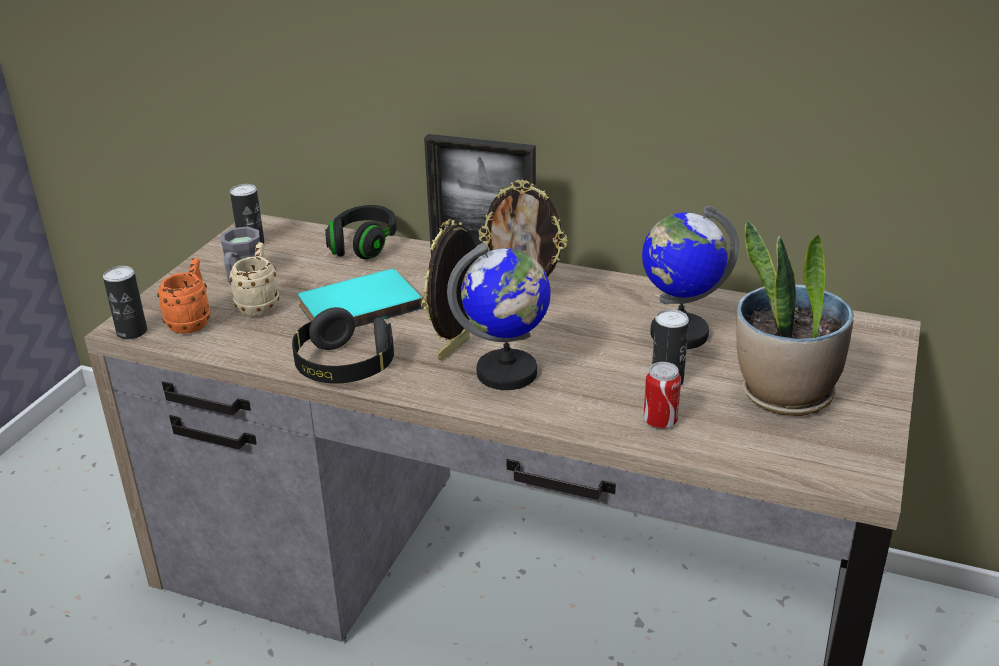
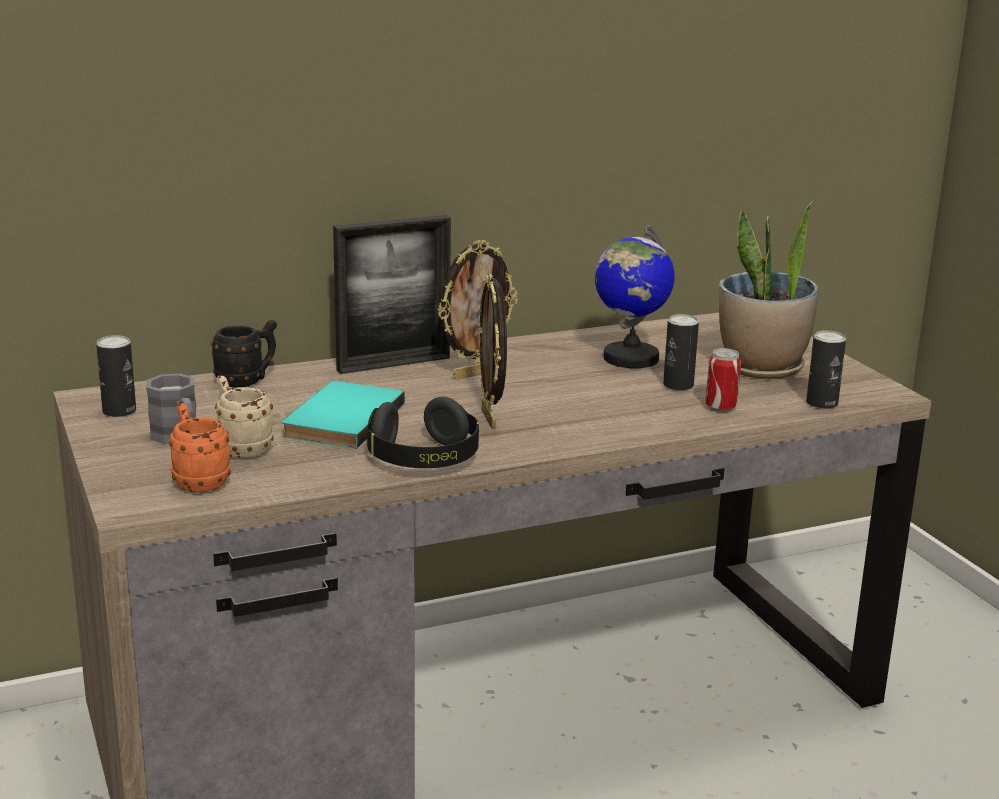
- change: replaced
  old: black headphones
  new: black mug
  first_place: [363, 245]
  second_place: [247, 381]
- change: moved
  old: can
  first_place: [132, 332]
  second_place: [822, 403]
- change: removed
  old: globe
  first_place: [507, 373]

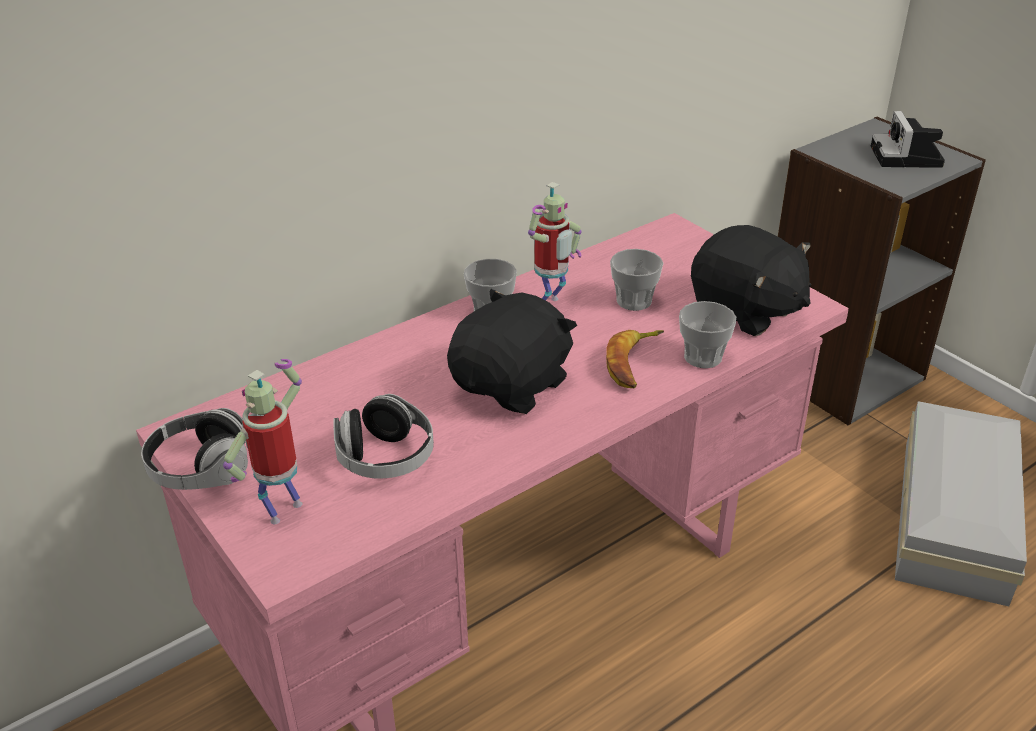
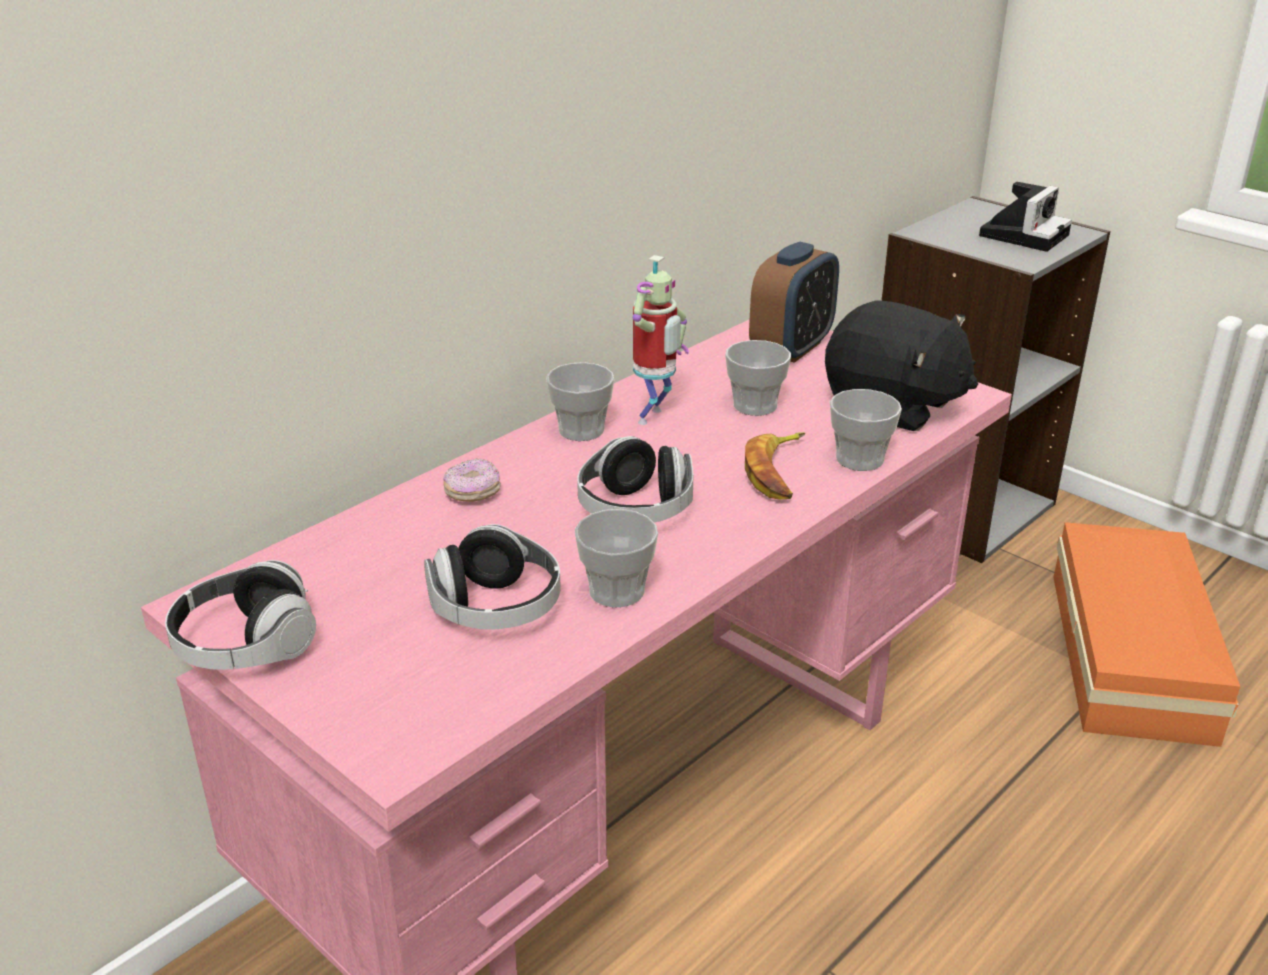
- change: added
  new: donut
  second_place: [473, 493]
- change: added
  new: cup
  second_place: [616, 591]
- change: replaced
  old: black plush toy
  new: headphones
  first_place: [513, 385]
  second_place: [635, 510]
- change: added
  new: alarm clock
  second_place: [791, 348]
- change: turned
  old: photo camera
  first_place: [907, 158]
  second_place: [1024, 234]
  degrees: -135
- change: recoloured
  old: white storage box
  new: orange storage box
  first_place: [956, 516]
  second_place: [1132, 652]
- change: removed
  old: toy robot
  first_place: [283, 509]

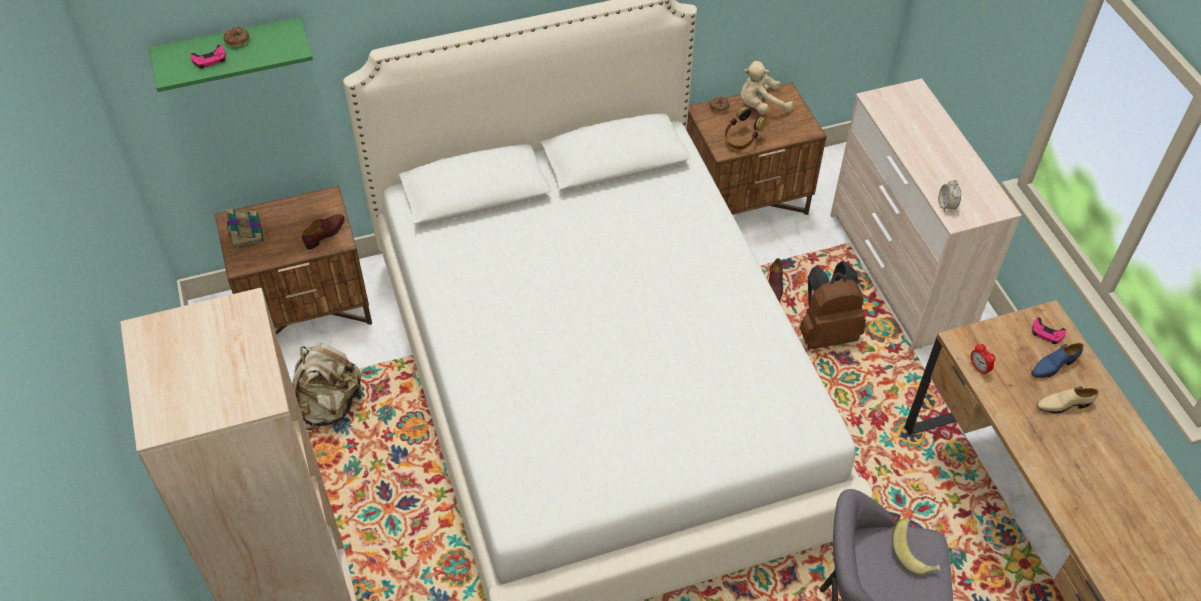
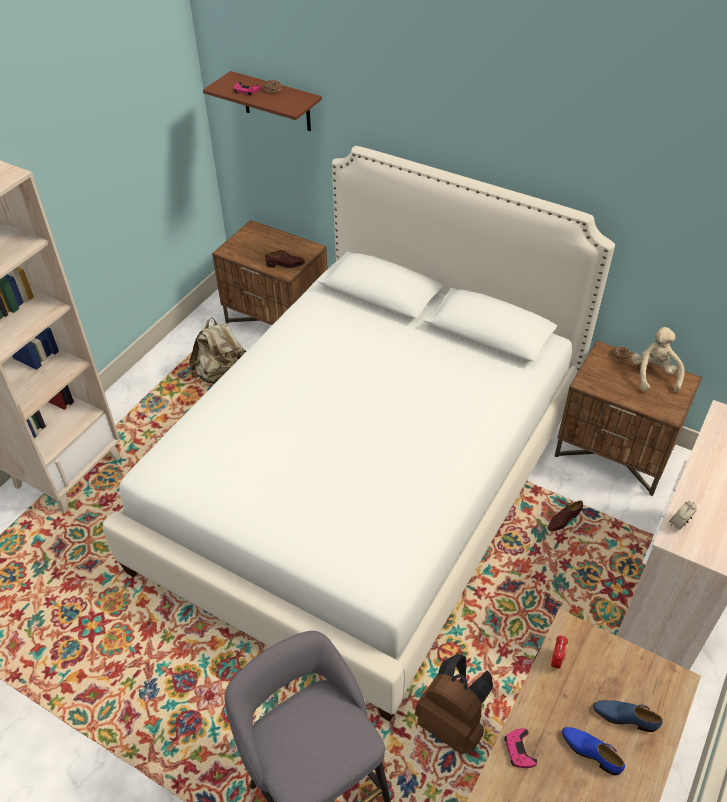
- change: recoloured
  old: green shelf
  new: brown shelf
  first_place: [231, 53]
  second_place: [276, 102]
- change: moved
  old: brown backpack
  first_place: [826, 332]
  second_place: [453, 723]
- change: moved
  old: pink game controller
  first_place: [1047, 333]
  second_place: [519, 750]
- change: recoloured
  old: beige shoe
  new: blue shoe
  first_place: [1063, 404]
  second_place: [591, 752]
- change: turned
  old: beige plush toy
  first_place: [760, 106]
  second_place: [653, 375]
  degrees: 60
- change: removed
  old: book
  first_place: [245, 232]
- change: removed
  old: headphones
  first_place: [741, 140]
- change: removed
  old: banana
  first_place: [913, 555]

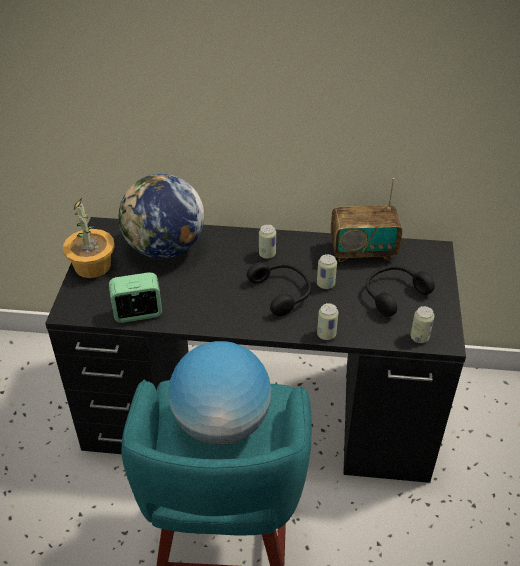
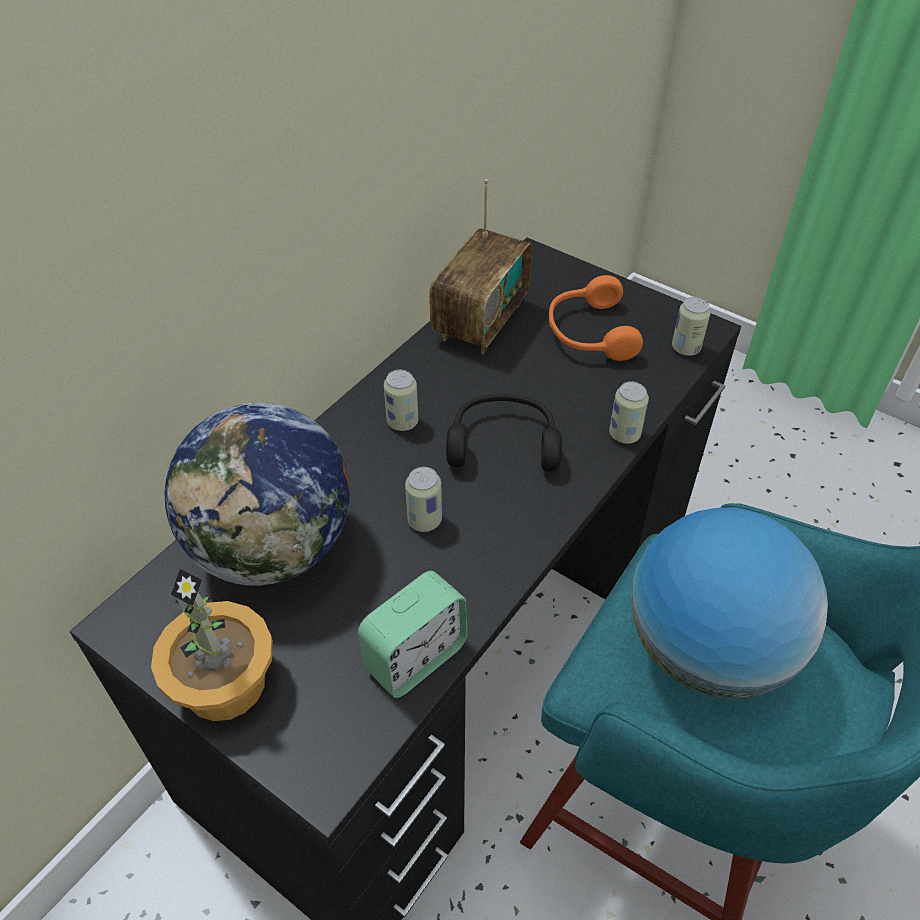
- change: turned
  old: alarm clock
  first_place: [138, 313]
  second_place: [416, 657]
  degrees: -150
- change: moved
  old: can
  first_place: [325, 284]
  second_place: [424, 520]
- change: recoloured
  old: black headphones
  new: orange headphones
  first_place: [393, 294]
  second_place: [588, 333]

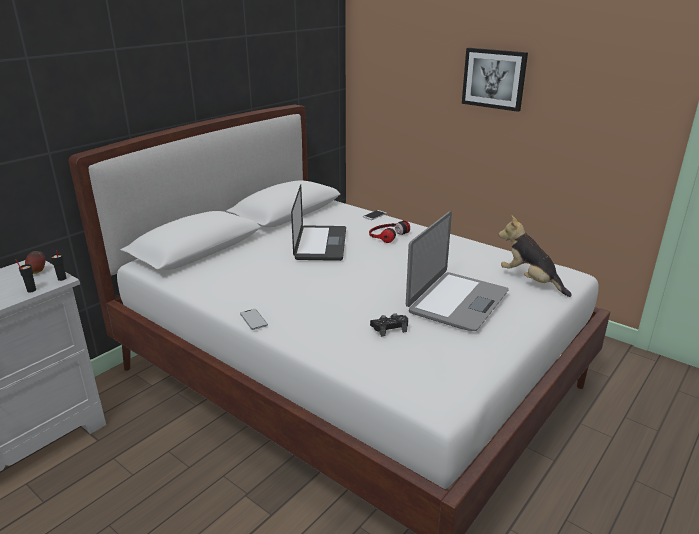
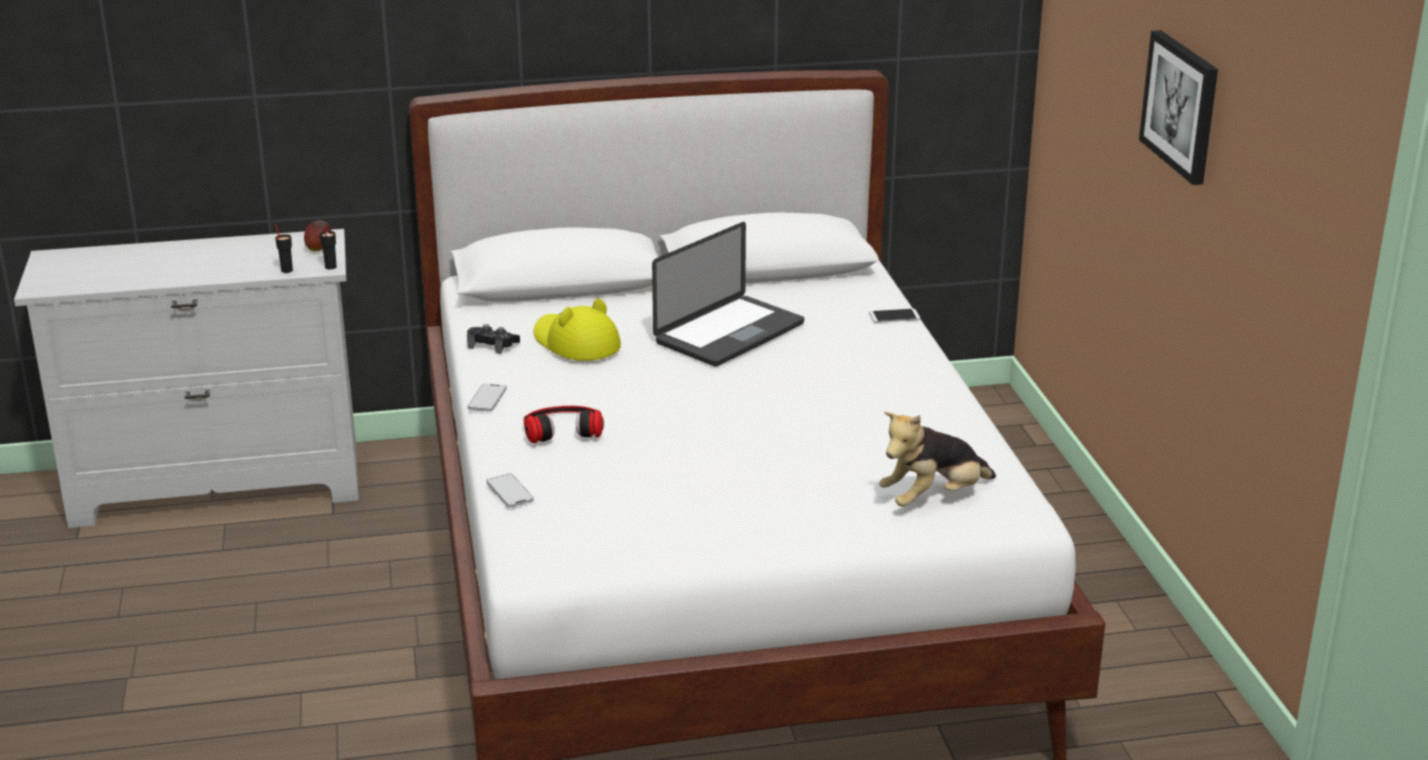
- change: moved
  old: black game controller
  first_place: [389, 328]
  second_place: [492, 345]
- change: added
  new: phone
  second_place: [510, 492]
- change: moved
  old: headphones
  first_place: [387, 235]
  second_place: [562, 428]
- change: added
  new: yellow hat
  second_place: [575, 343]
- change: turned
  old: plush toy
  first_place: [530, 281]
  second_place: [933, 498]
  degrees: -120
- change: removed
  old: laptop
  first_place: [456, 301]

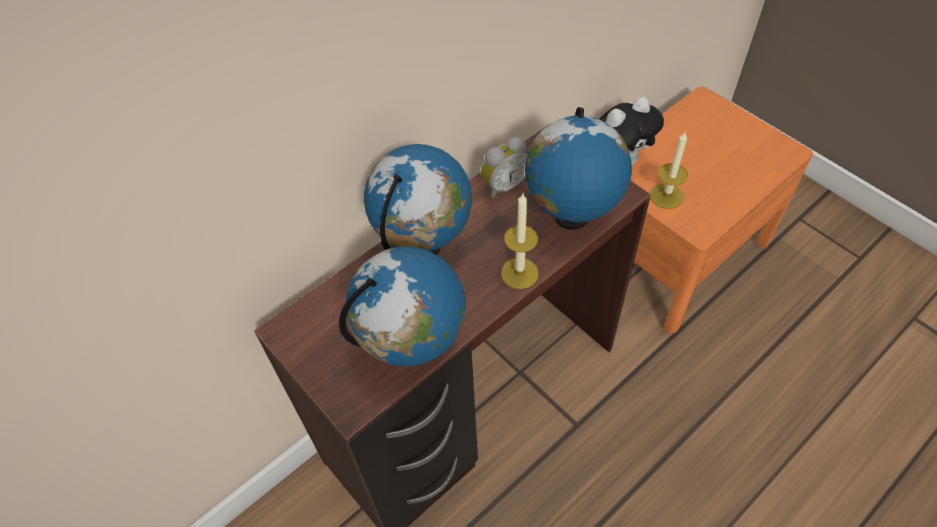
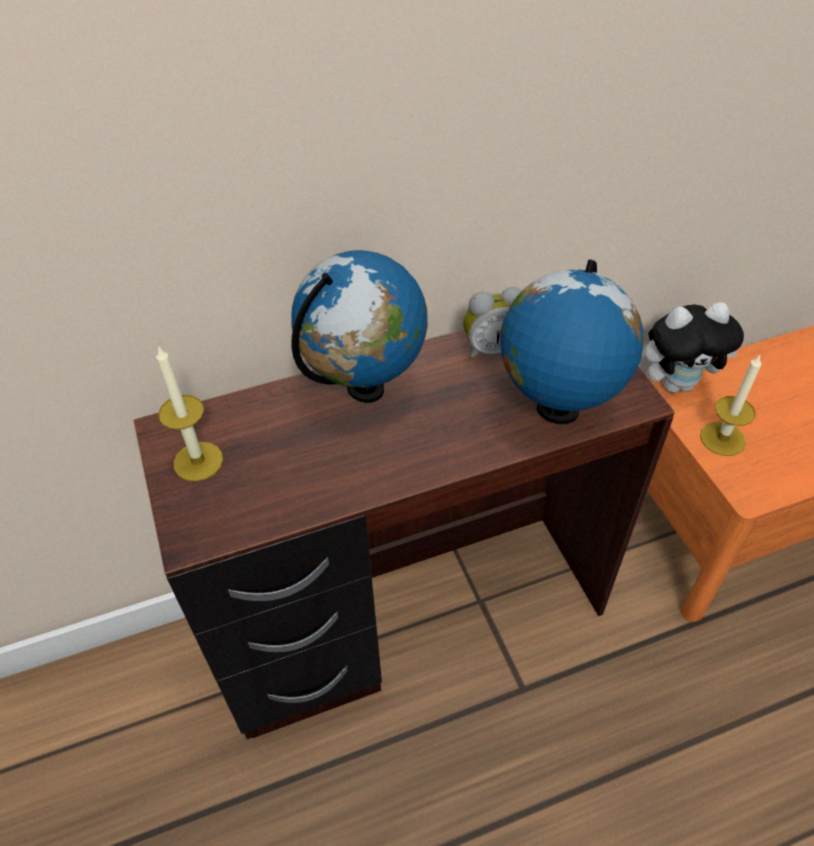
- change: moved
  old: candle
  first_place: [519, 273]
  second_place: [198, 461]
- change: removed
  old: globe
  first_place: [414, 349]

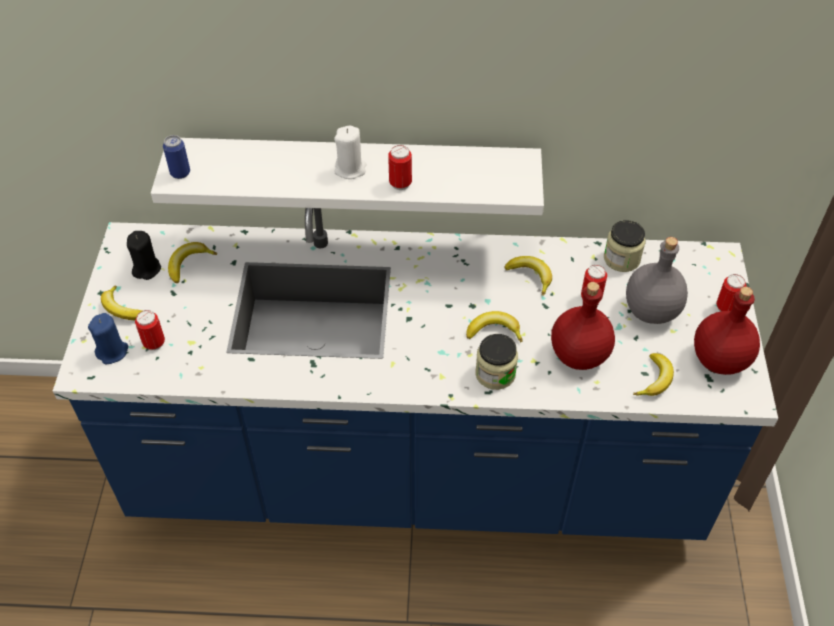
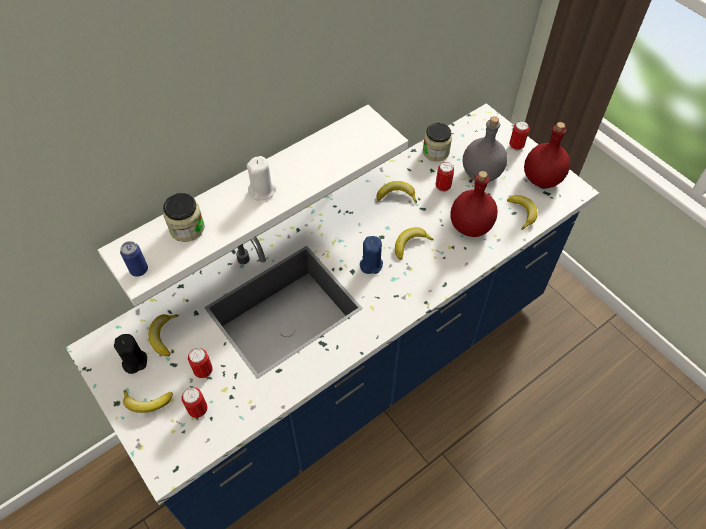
- change: moved
  old: jar
  first_place: [495, 374]
  second_place: [187, 228]
- change: moved
  old: can
  first_place: [400, 184]
  second_place: [203, 371]
- change: moved
  old: blue candle
  first_place: [112, 351]
  second_place: [371, 264]

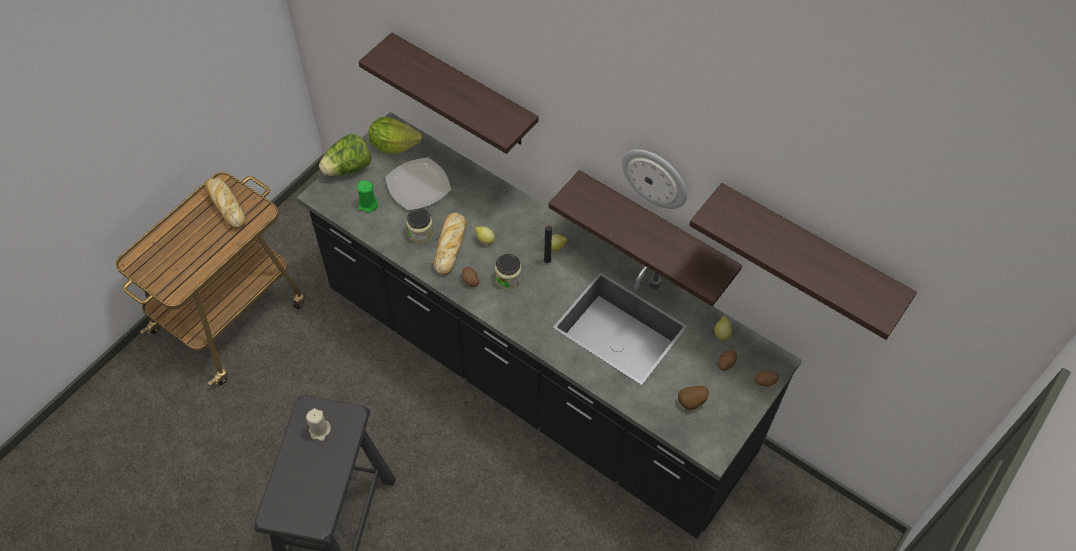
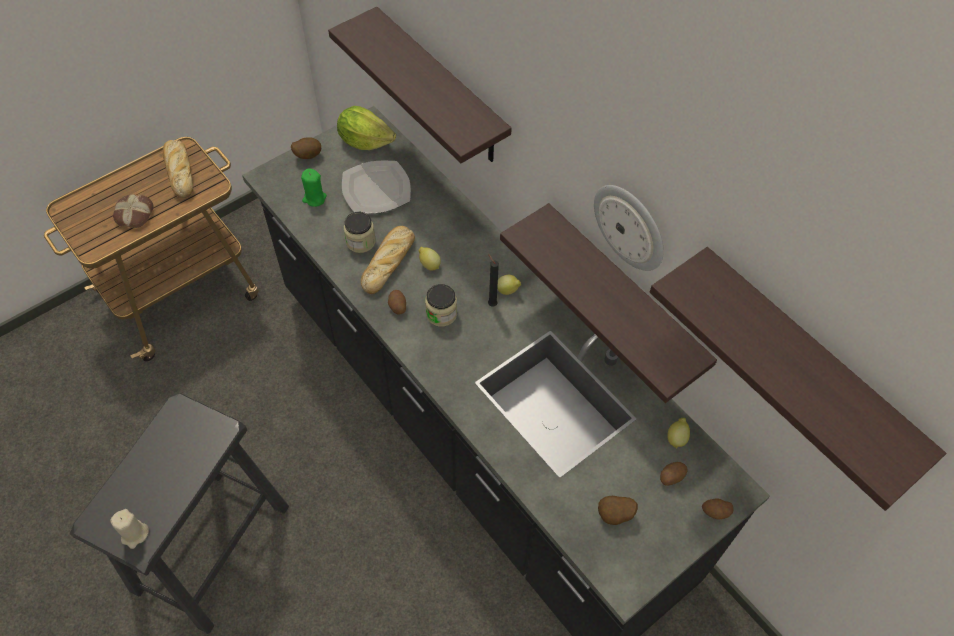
- change: moved
  old: beige candle
  first_place: [320, 430]
  second_place: [134, 534]
- change: added
  new: bread
  second_place: [134, 214]
- change: replaced
  old: lettuce
  new: potato
  first_place: [348, 168]
  second_place: [307, 155]

